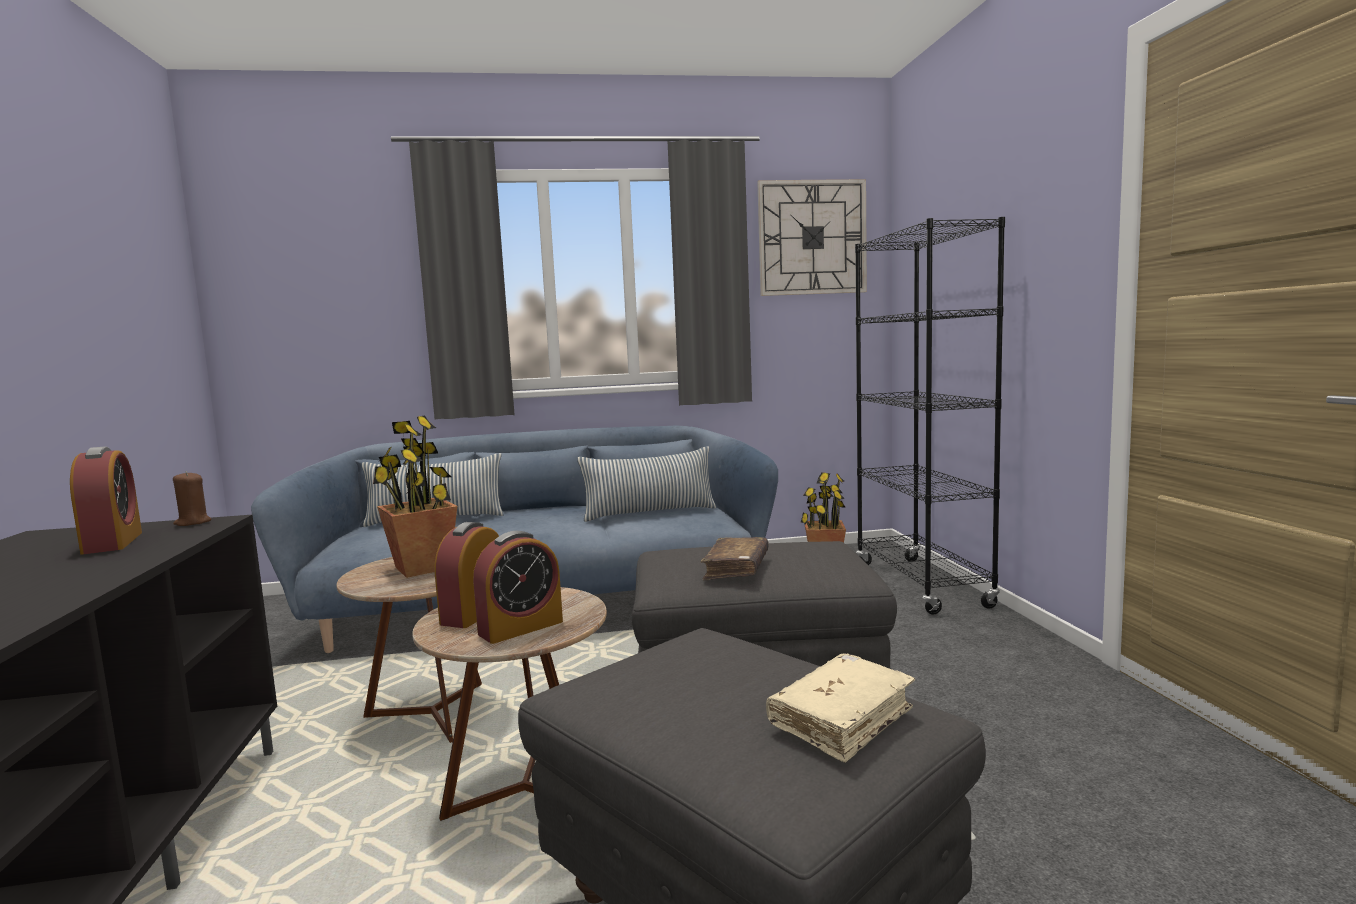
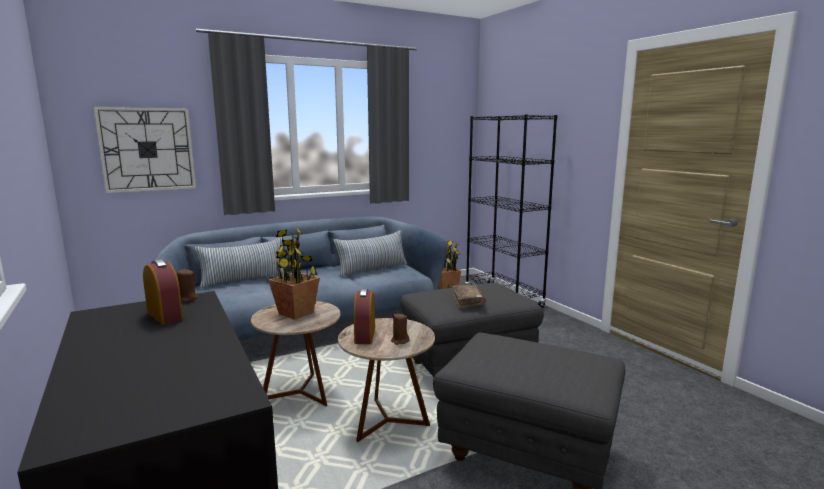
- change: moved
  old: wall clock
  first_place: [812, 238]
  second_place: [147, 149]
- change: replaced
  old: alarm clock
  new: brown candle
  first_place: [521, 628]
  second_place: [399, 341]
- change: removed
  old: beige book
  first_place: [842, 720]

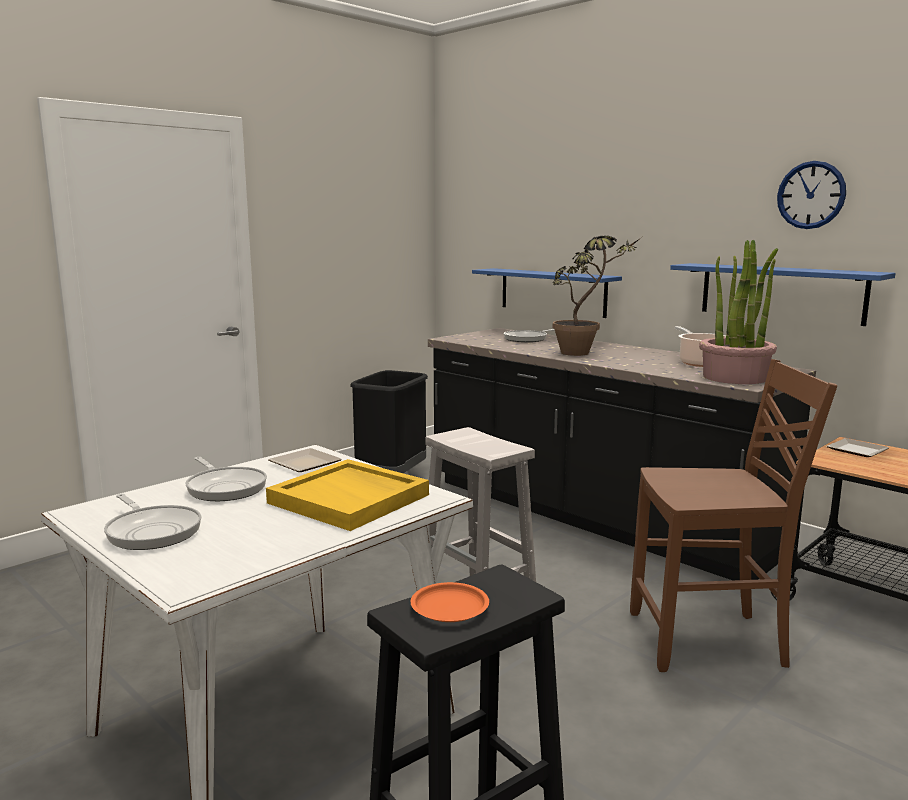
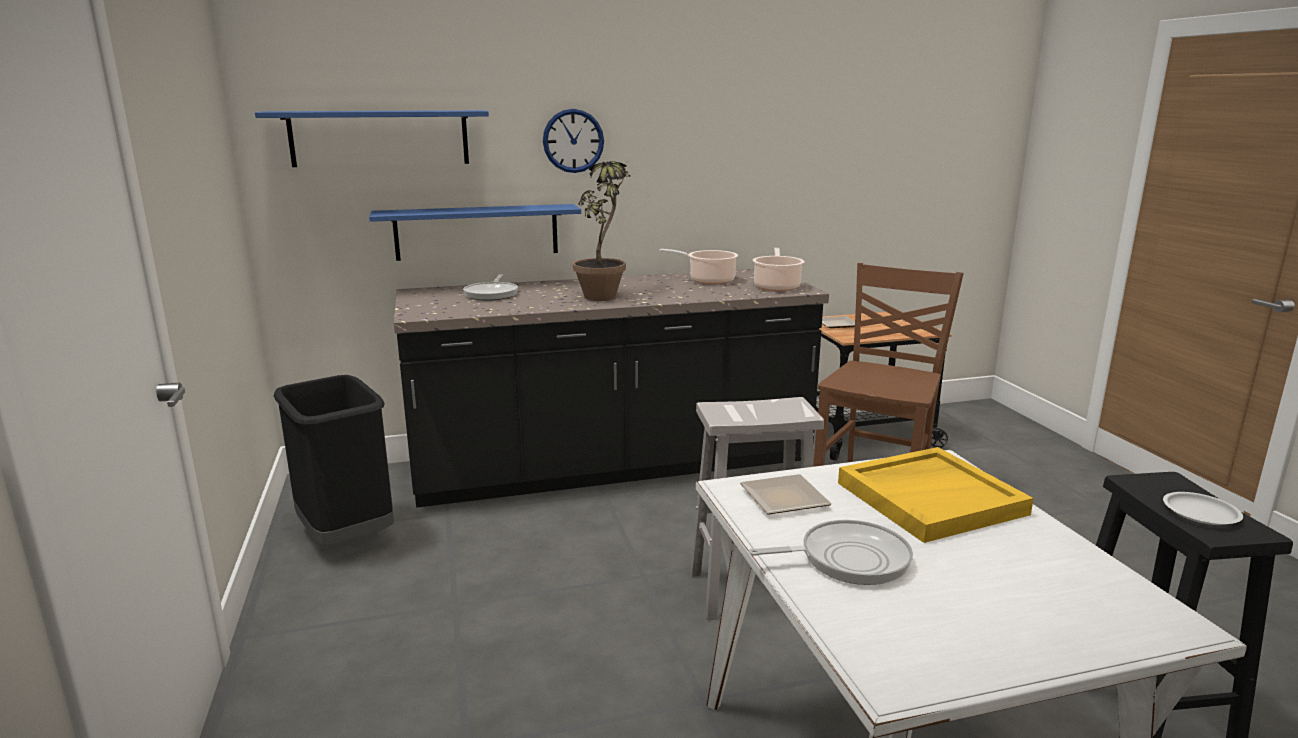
- change: moved
  old: blue shelf
  first_place: [781, 293]
  second_place: [380, 138]
- change: moved
  old: wall clock
  first_place: [811, 195]
  second_place: [573, 141]
- change: replaced
  old: potted plant
  new: cooking pot
  first_place: [735, 378]
  second_place: [776, 286]
- change: recoloured
  old: orange plate
  new: white plate
  first_place: [450, 607]
  second_place: [1200, 513]
- change: removed
  old: frying pan
  first_place: [152, 531]

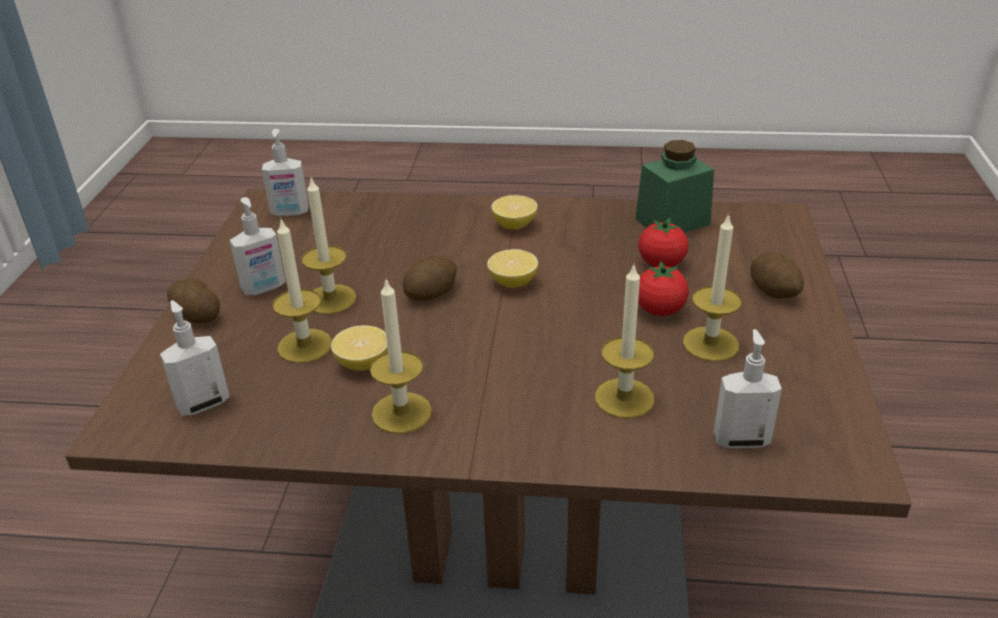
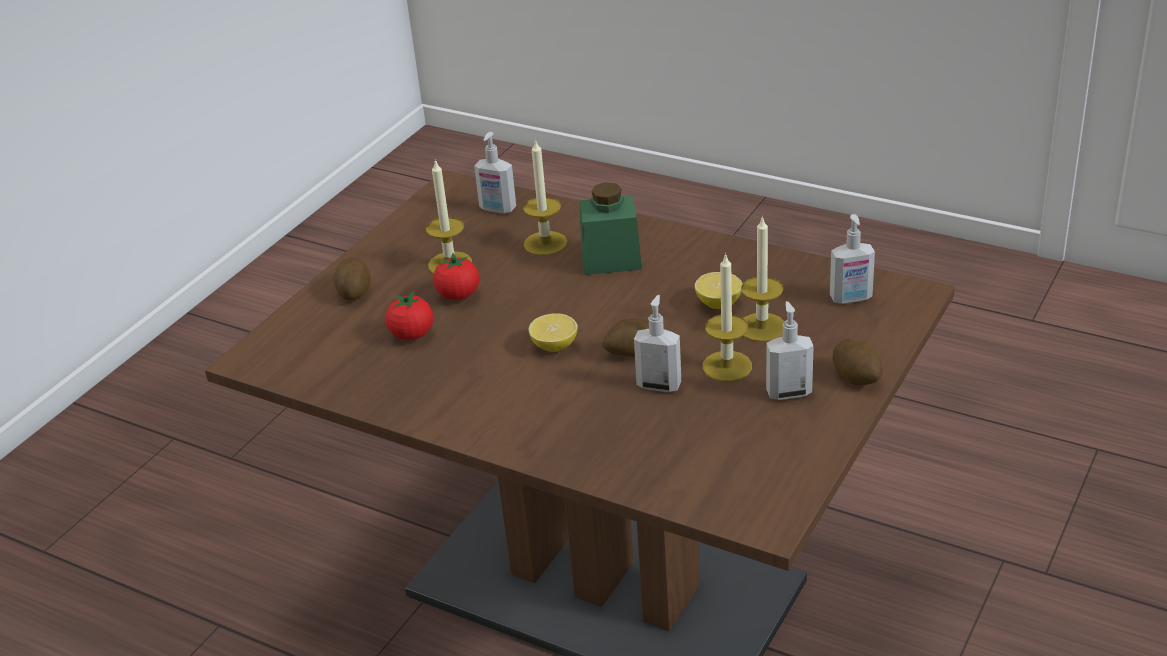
- change: moved
  old: green jar
  first_place: [672, 221]
  second_place: [611, 259]
- change: moved
  old: soap dispenser
  first_place: [290, 213]
  second_place: [659, 385]
- change: removed
  old: candle
  first_place: [401, 413]
- change: removed
  old: lemon
  first_place: [514, 225]

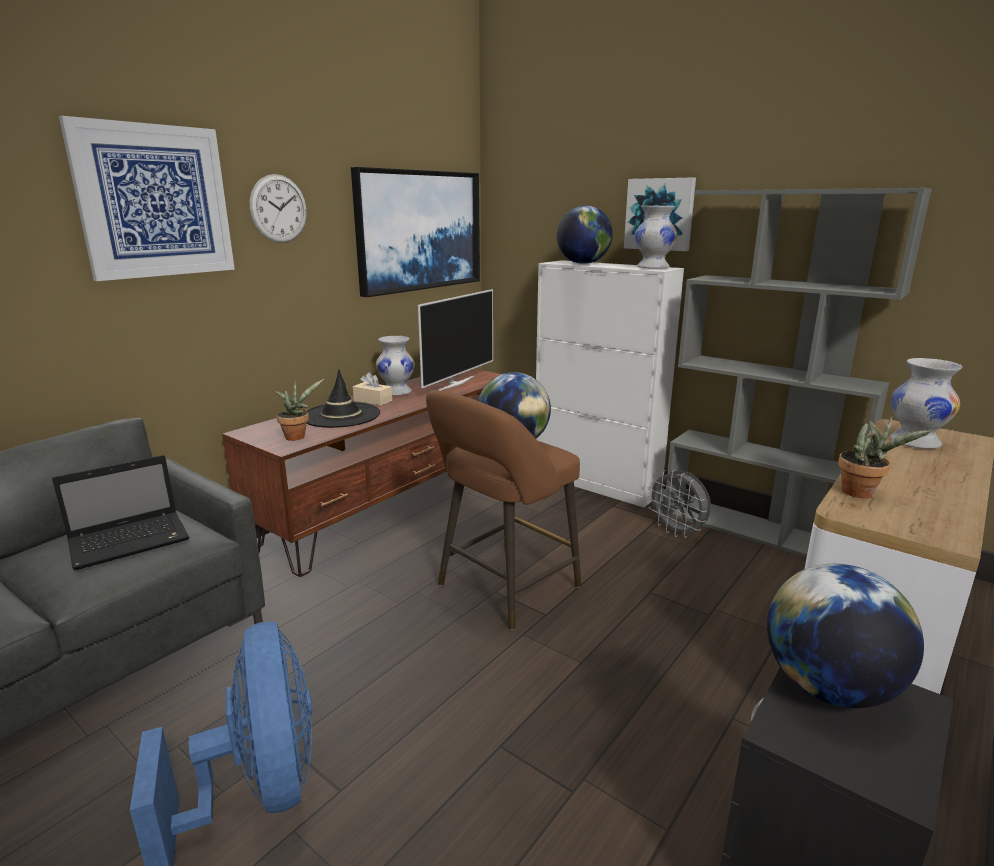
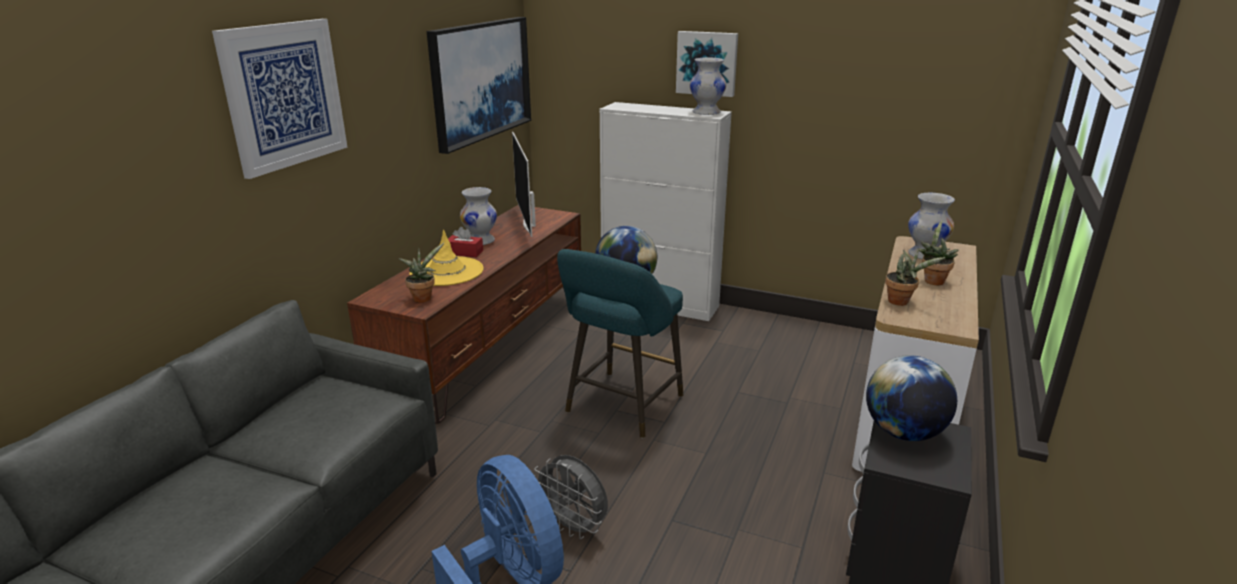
- change: recoloured
  old: black hat
  new: yellow hat
  first_place: [341, 415]
  second_place: [446, 272]
- change: recoloured
  old: beige tissue box
  new: red tissue box
  first_place: [373, 400]
  second_place: [464, 252]
- change: turned
  old: television
  first_place: [455, 383]
  second_place: [529, 225]
  degrees: 150
- change: moved
  old: grey fan
  first_place: [677, 532]
  second_place: [574, 527]
- change: recoloured
  old: brown stool
  new: turquoise stool
  first_place: [503, 589]
  second_place: [621, 407]
- change: added
  new: potted plant
  second_place: [932, 280]
- change: removed
  old: laptop
  first_place: [132, 541]
- change: removed
  old: wall clock
  first_place: [278, 209]
- change: removed
  old: globe
  first_place: [583, 263]
- change: removed
  old: grey bookcase
  first_place: [754, 529]

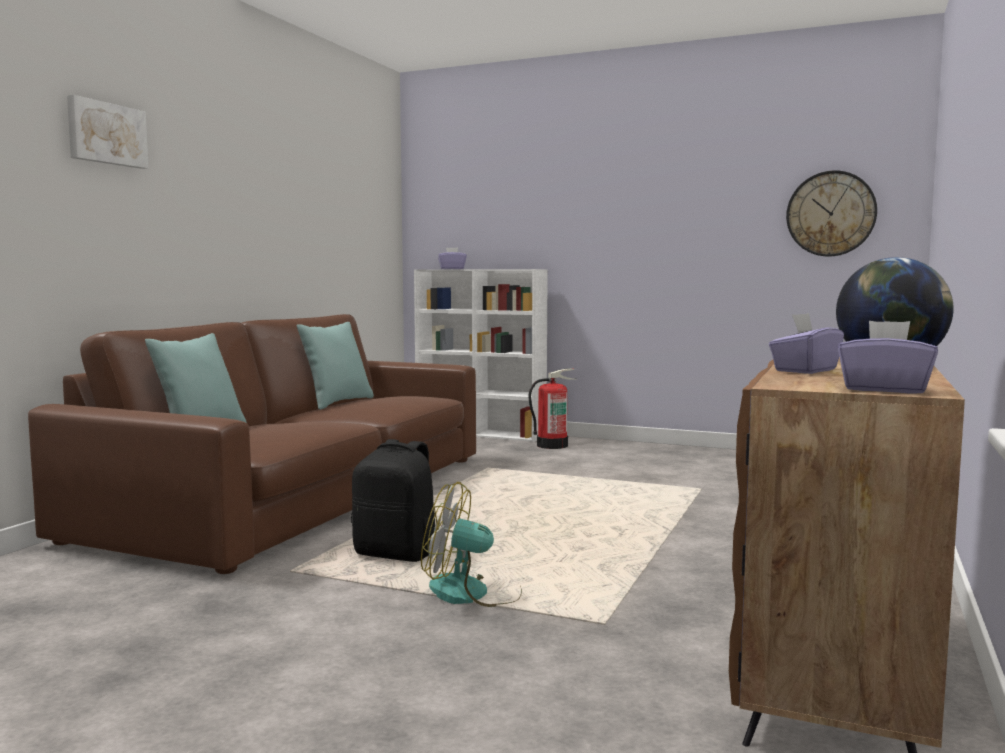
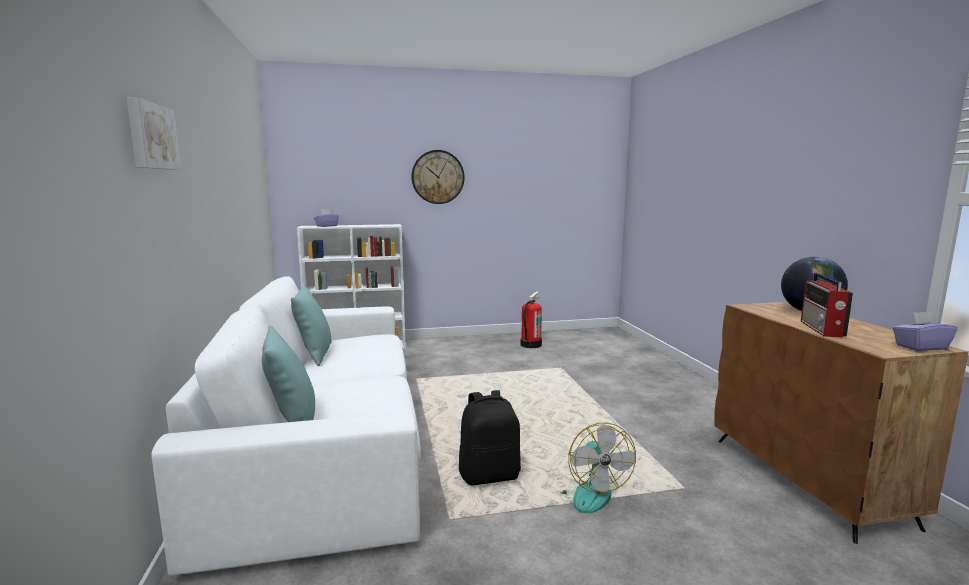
- change: recoloured
  old: brown sofa
  new: white sofa
  first_place: [301, 495]
  second_place: [325, 441]
- change: moved
  old: wall clock
  first_place: [831, 214]
  second_place: [438, 177]
- change: moved
  old: fire extinguisher
  first_place: [552, 445]
  second_place: [530, 344]
- change: turned
  old: fan
  first_place: [472, 593]
  second_place: [587, 492]
  degrees: -75
- change: replaced
  old: purple tissue box
  new: radio
  first_place: [804, 370]
  second_place: [822, 329]

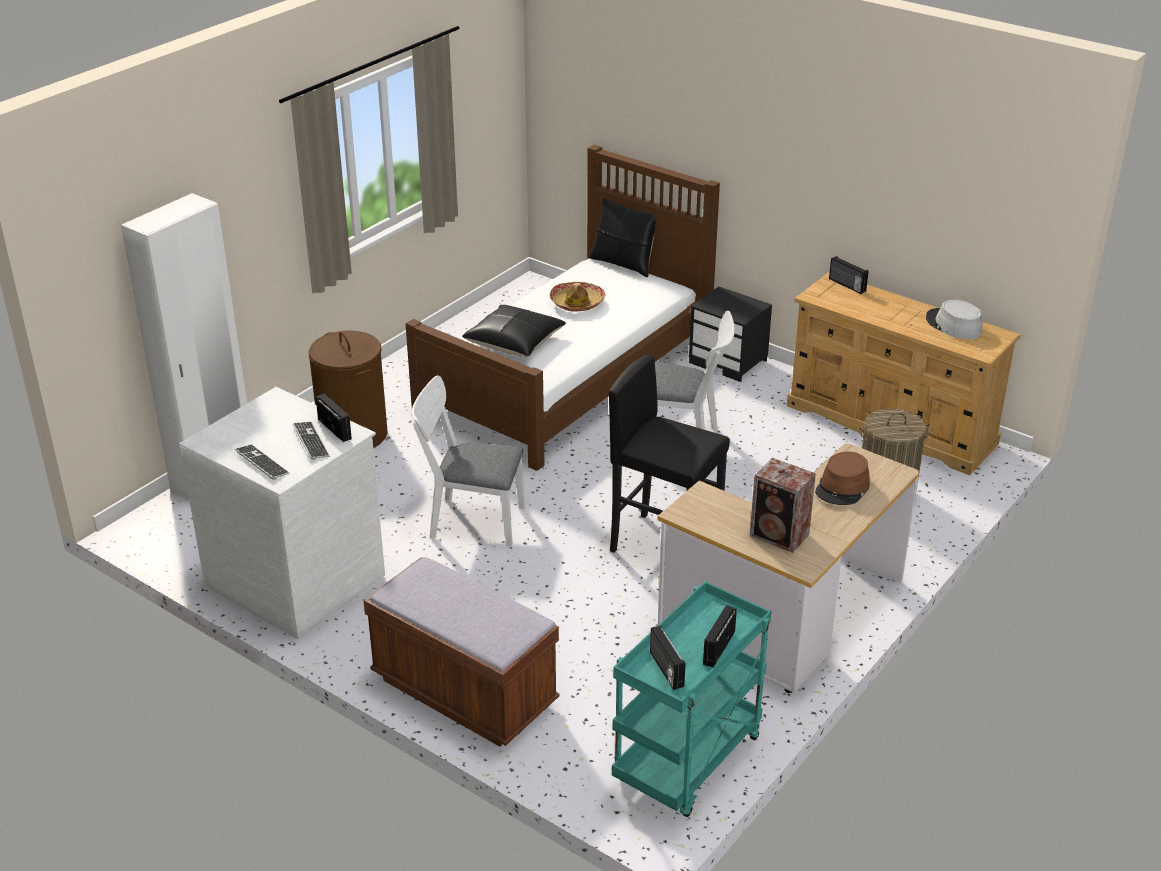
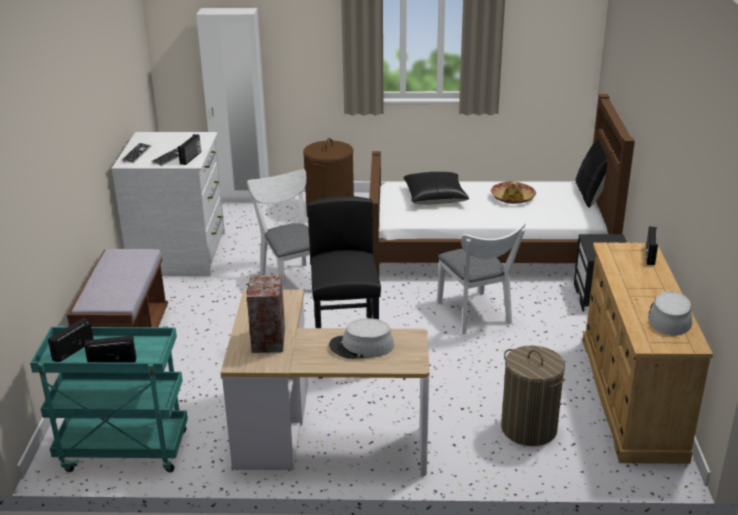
- change: recoloured
  old: brown hat
  new: grey hat
  first_place: [843, 487]
  second_place: [361, 346]

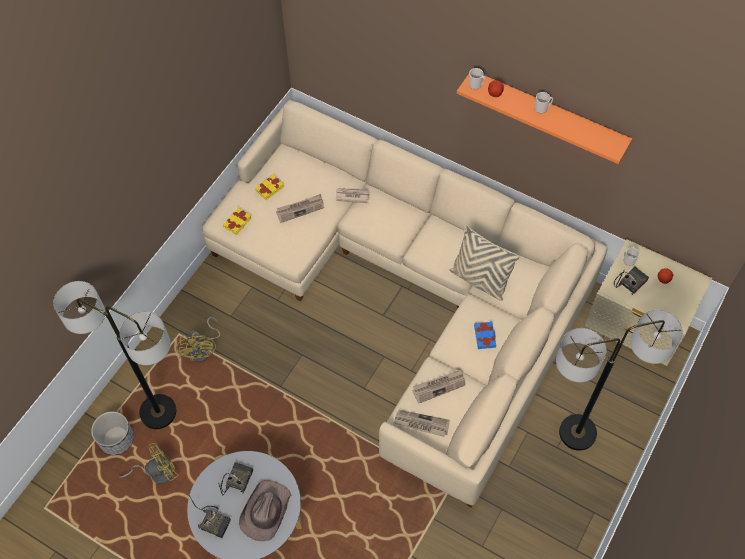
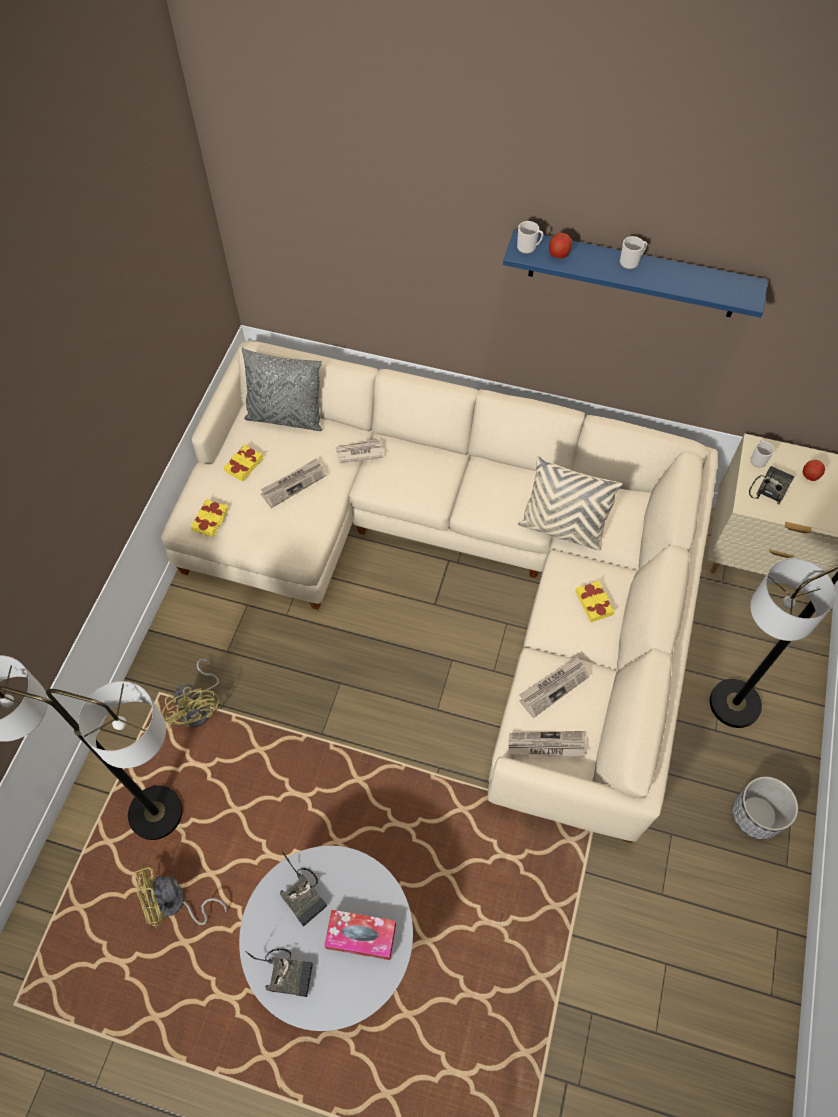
- change: turned
  old: yellow fan
  first_place: [157, 472]
  second_place: [175, 904]
  degrees: -150
- change: added
  new: grey pillow
  second_place: [286, 417]
- change: turned
  old: radio
  first_place: [237, 479]
  second_place: [305, 896]
  degrees: 135
- change: replaced
  old: brown hat
  new: tissue box
  first_place: [265, 511]
  second_place: [361, 936]
- change: recoloured
  old: orange shelf
  new: blue shelf
  first_place: [547, 115]
  second_place: [633, 274]
- change: recoloured
  old: blue book
  new: yellow book
  first_place: [485, 336]
  second_place: [594, 603]
- change: moved
  old: planter
  first_place: [117, 440]
  second_place: [756, 815]

